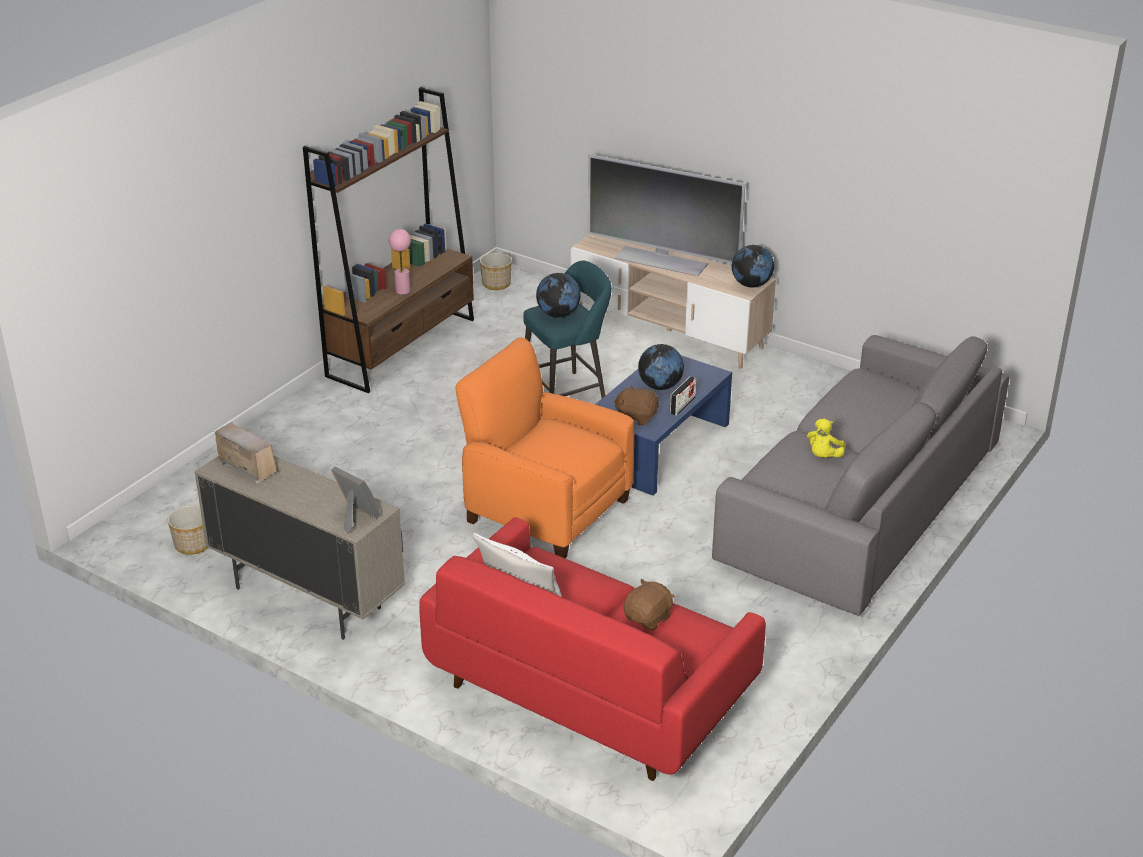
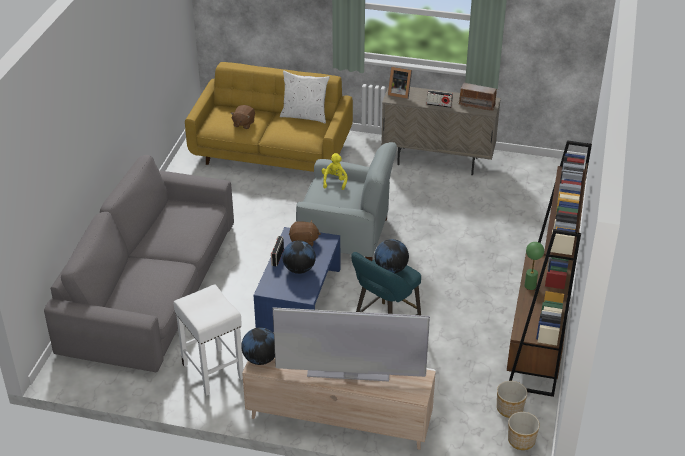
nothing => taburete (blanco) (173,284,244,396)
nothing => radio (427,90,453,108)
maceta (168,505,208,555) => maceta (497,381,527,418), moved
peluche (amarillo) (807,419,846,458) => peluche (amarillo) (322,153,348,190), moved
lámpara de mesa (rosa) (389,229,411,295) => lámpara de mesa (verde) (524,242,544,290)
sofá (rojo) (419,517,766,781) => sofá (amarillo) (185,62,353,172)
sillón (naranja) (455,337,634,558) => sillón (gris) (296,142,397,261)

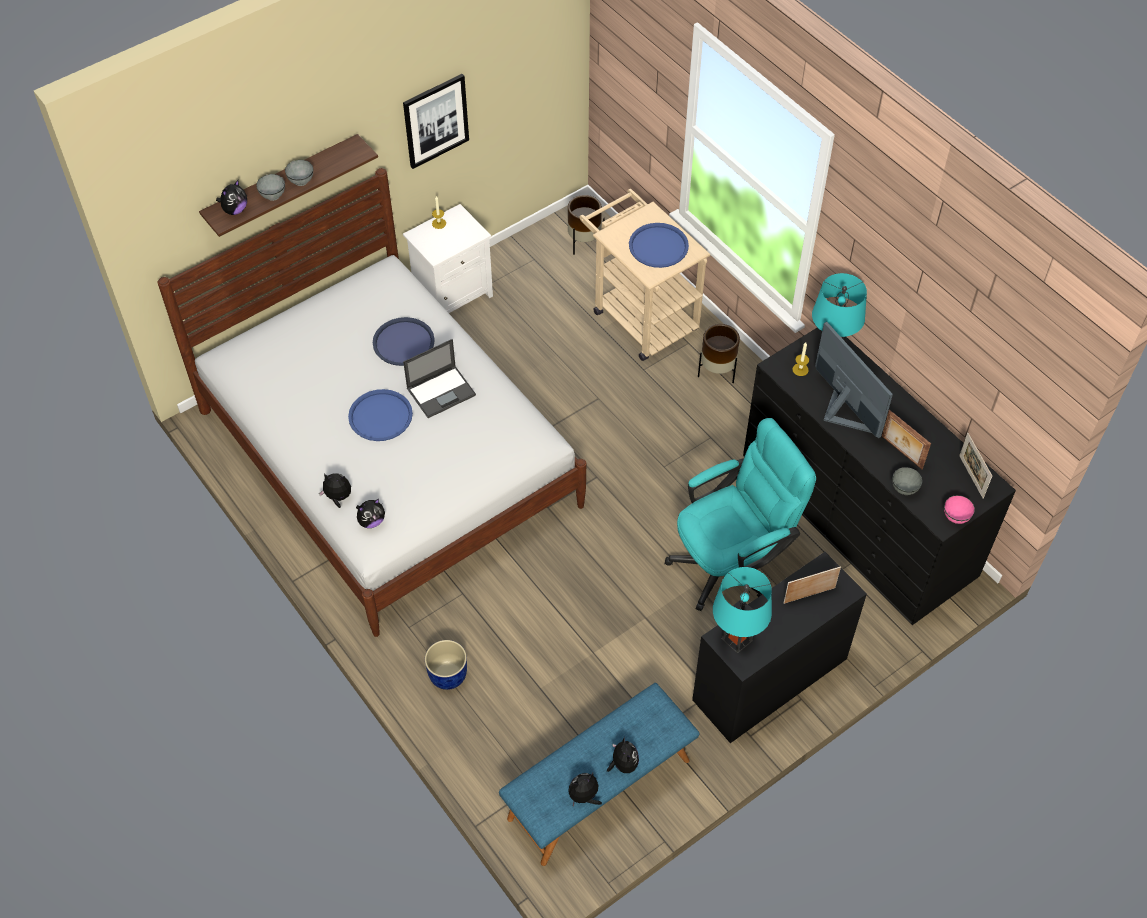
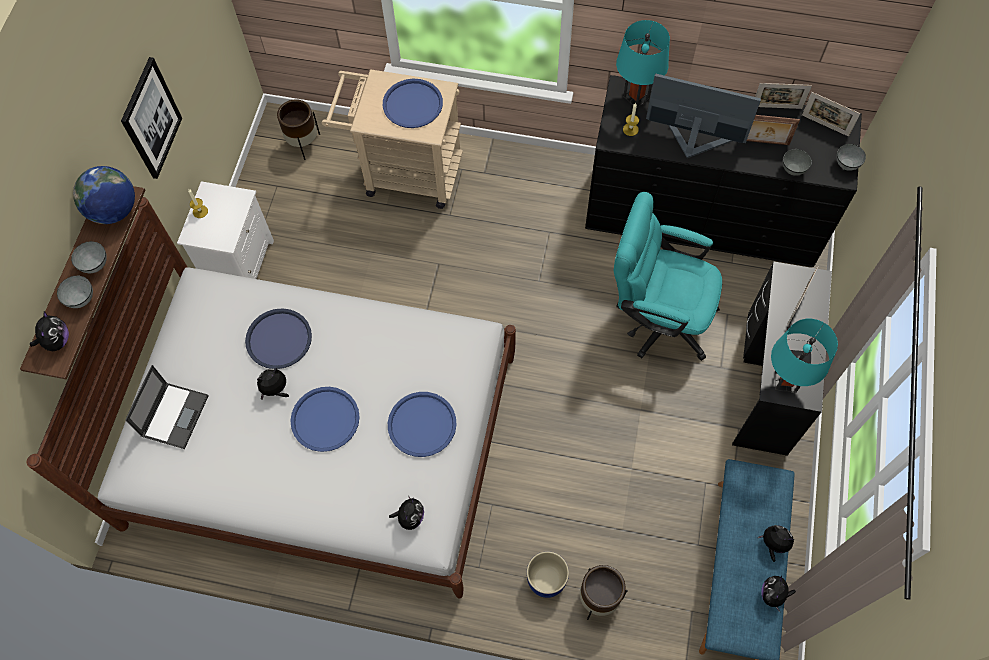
nothing => globo terráqueo (73,166,135,224)
nothing => bandeja (azul) (388,392,457,457)
nothing => portarretratos (755,83,812,109)
peluche (319,473,351,508) => peluche (257,368,289,400), moved
portátil (403,339,476,418) => portátil (125,365,208,449), moved
maceta (marrón) (698,324,740,383) => maceta (marrón) (580,565,627,620), moved
cuenco (rosa) (944,495,975,524) => cuenco (gris) (836,144,866,171)
silla de oficina (turquesa) (665,418,816,611) => silla de oficina (turquesa) (614,192,722,361), 90 degrees counterclockwise

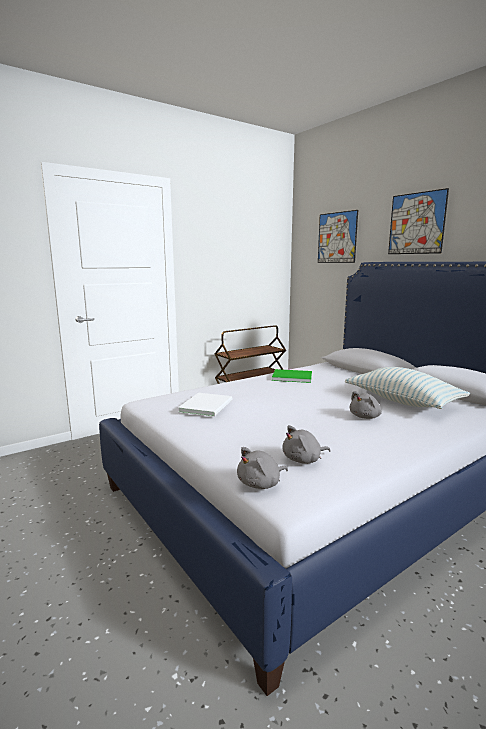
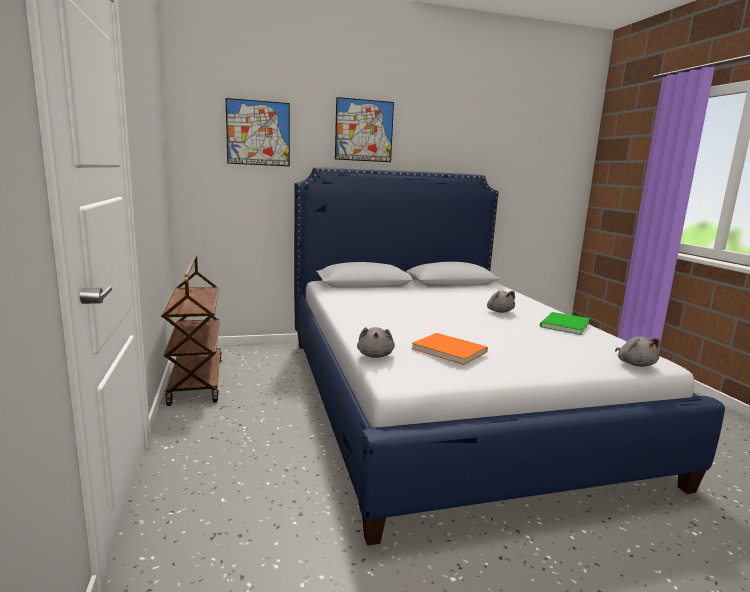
cojín (345,367,470,409) => nothing
libro (verde) (272,369,312,383) => libro (verde) (540,312,590,335), moved
peluche (gris) (282,425,331,464) => peluche (gris) (357,327,395,358), moved
libro (blanco) (178,393,232,417) => libro (naranja) (411,333,488,365)

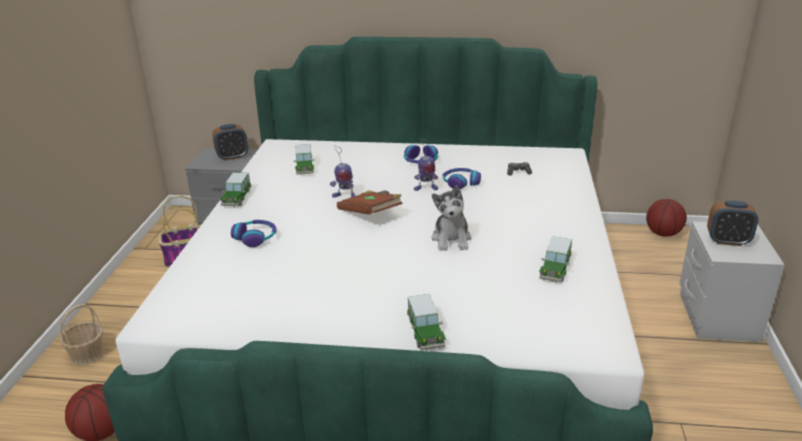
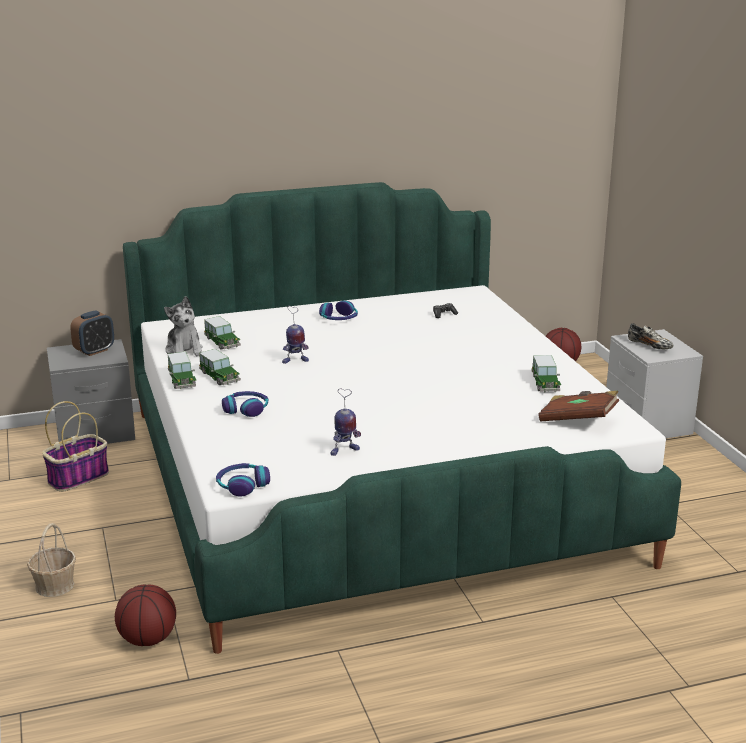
libro (marrón) (337,190,403,215) => libro (marrón) (538,391,619,422), moved
coche de juguete (407,294,446,351) => coche de juguete (199,349,241,385), moved
robot de juguete (414,140,438,191) => robot de juguete (331,389,361,456), moved
peluche (432,185,472,251) => peluche (164,296,203,357), moved
auriculares (443,168,481,189) => auriculares (216,463,270,497), moved
despertador (707,201,758,246) => zapato (628,323,674,349)

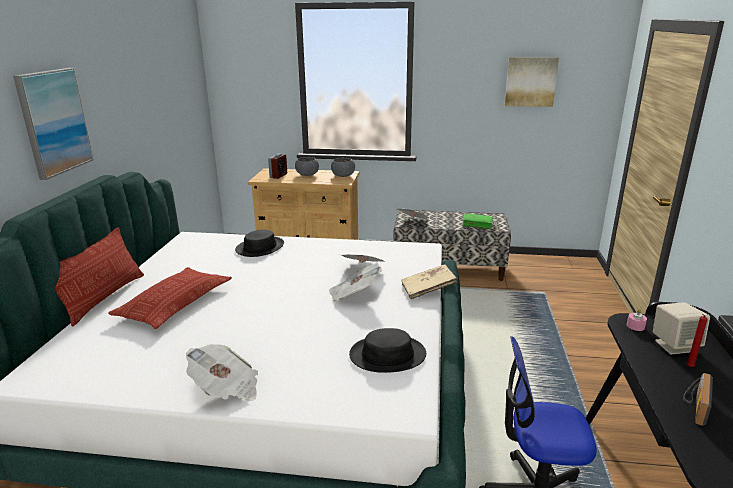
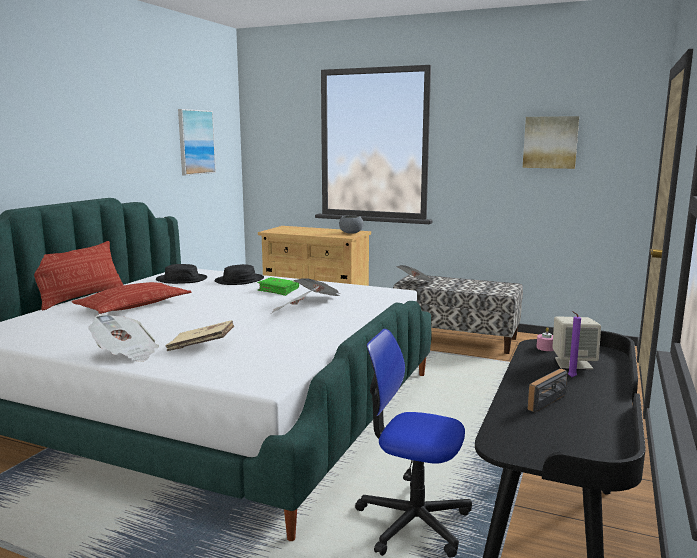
despertador (268,153,287,179) => nothing
cuenco (gris) (295,157,319,176) => nothing
cuadro (13,68,94,180) => cuadro (178,109,216,175), moved
sombrero (negro) (349,328,426,373) => sombrero (negro) (156,264,207,284), moved
libro (beis) (401,264,458,299) => libro (beis) (165,320,234,351), moved
libro (verde) (462,213,493,229) => libro (verde) (257,277,299,296), moved
vela (rojo) (687,314,707,367) => vela (morado) (568,311,581,377)

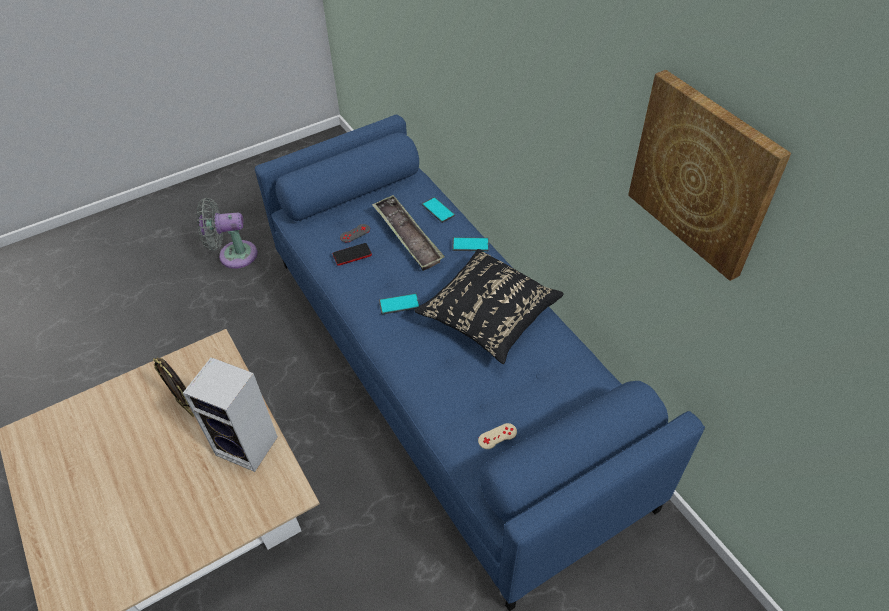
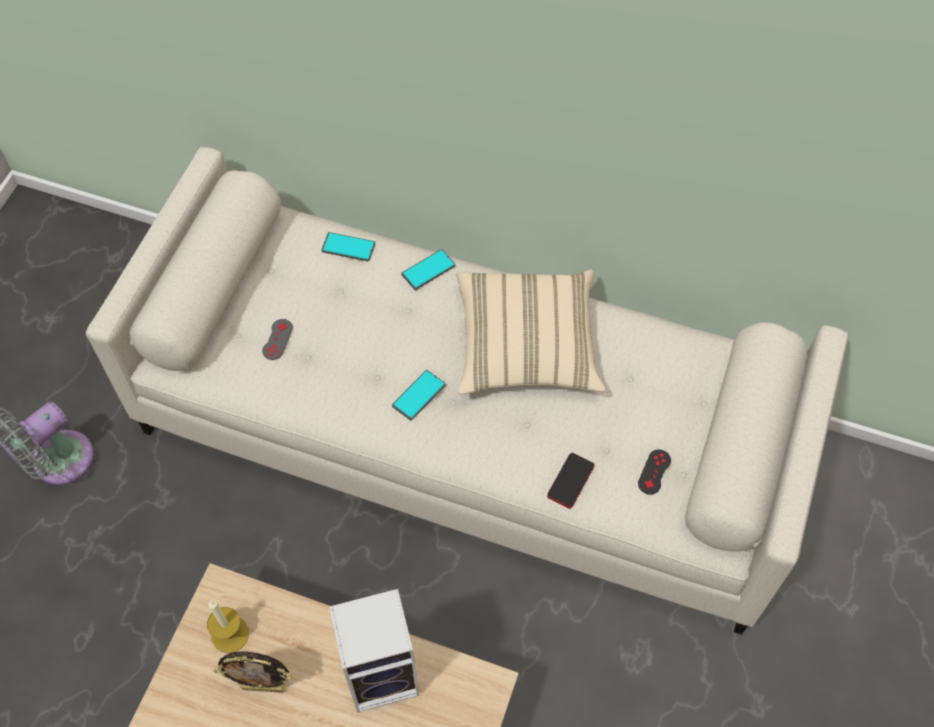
bandeja (372,195,445,271) => nothing
cuadro (628,70,791,281) => nothing
nothing => vela (207,600,249,653)
móvil (333,243,372,266) => móvil (547,453,594,509), moved
sofá (azul) (255,115,705,611) => sofá (beis) (86,147,848,635)
cojín (negro) (414,249,564,364) => cojín (beis) (456,269,606,395)
mando de consola (beis) (478,423,517,449) => mando de consola (negro) (638,449,671,495)

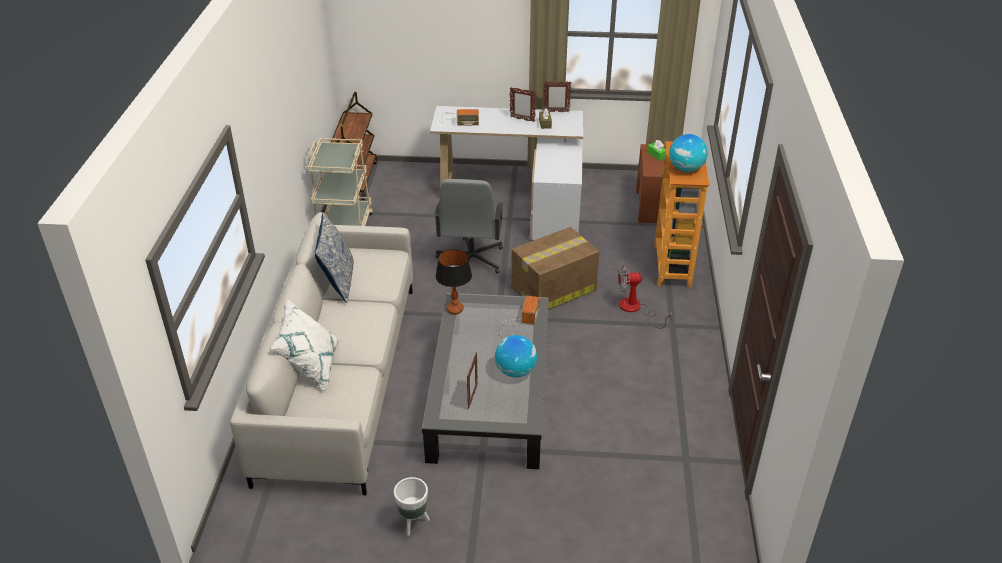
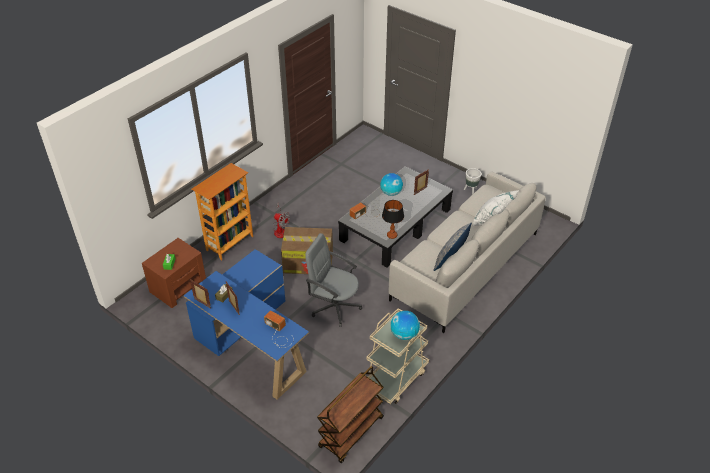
globo terráqueo (669,134,708,172) => globo terráqueo (391,311,420,340), moved
escritorio (blanco) (430,106,584,240) => escritorio (azul) (184,249,309,400)
silla de oficina (gris) (434,179,504,274) => silla de oficina (gris) (305,233,362,327), 105 degrees counterclockwise

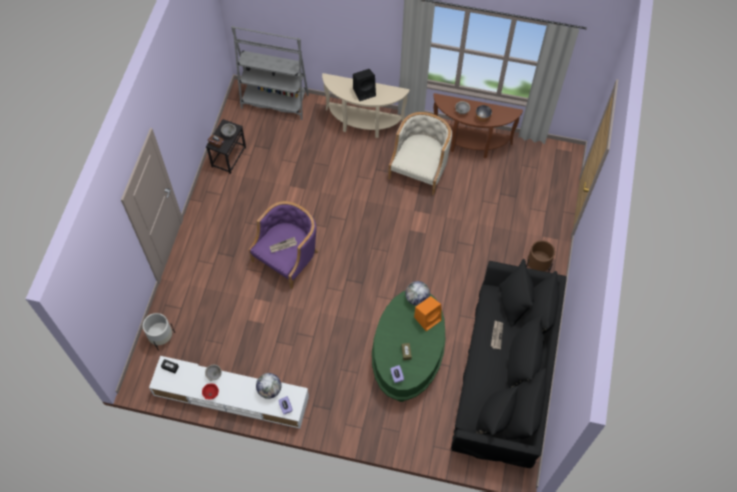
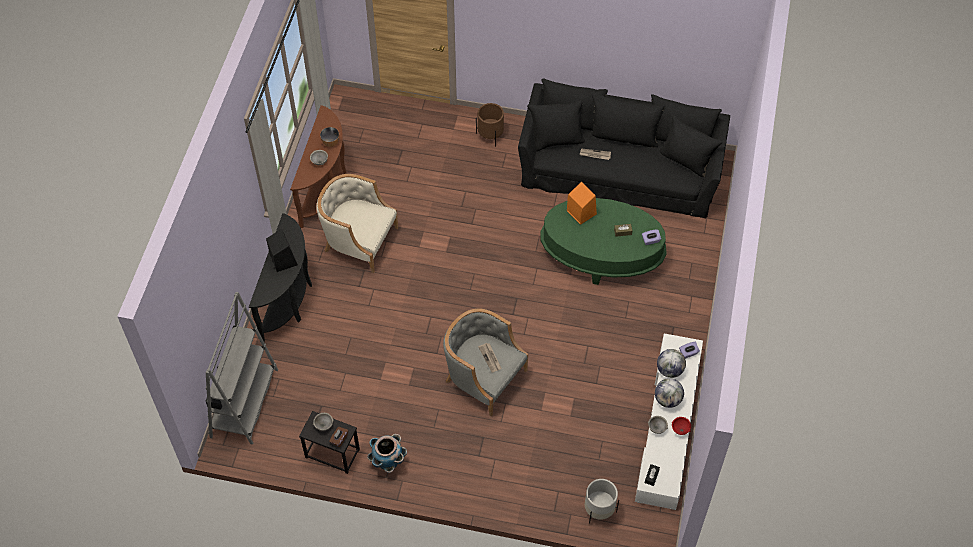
nothing => maceta (367,434,407,473)
globo terráqueo (405,281,430,306) => globo terráqueo (655,378,684,408), moved
sillón (morado) (249,201,318,289) => sillón (gris) (443,308,528,416)
mesa consola (beis) (322,73,410,138) => mesa consola (negro) (249,213,312,342)

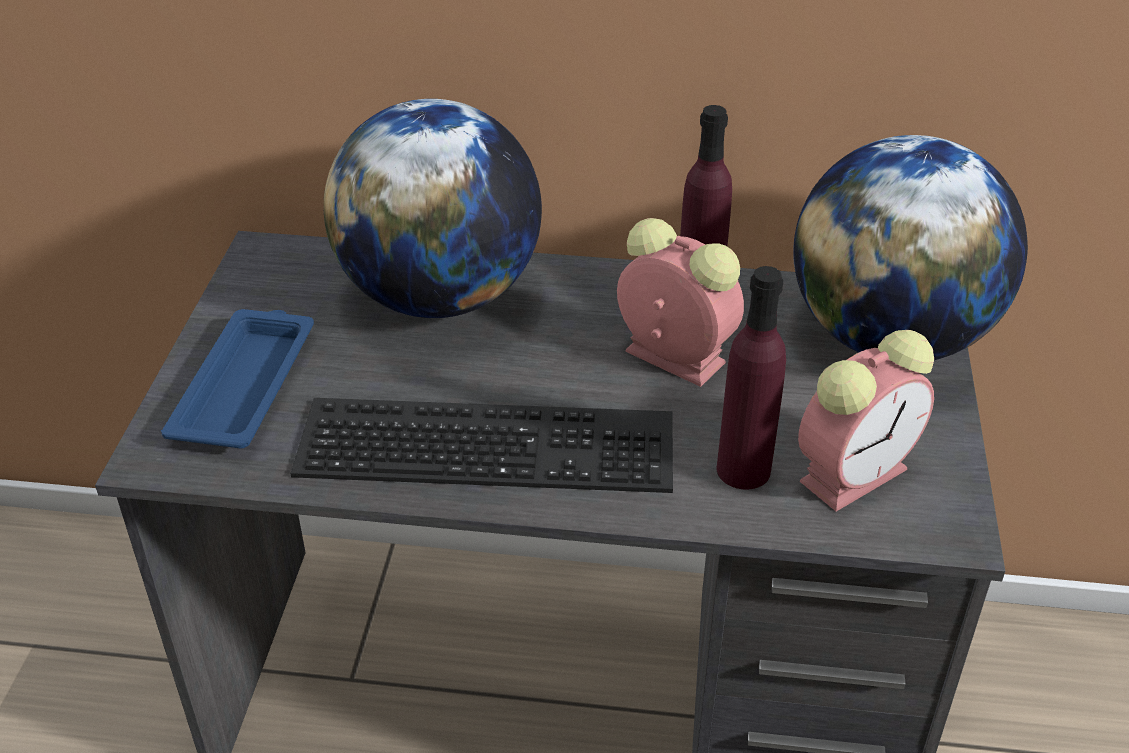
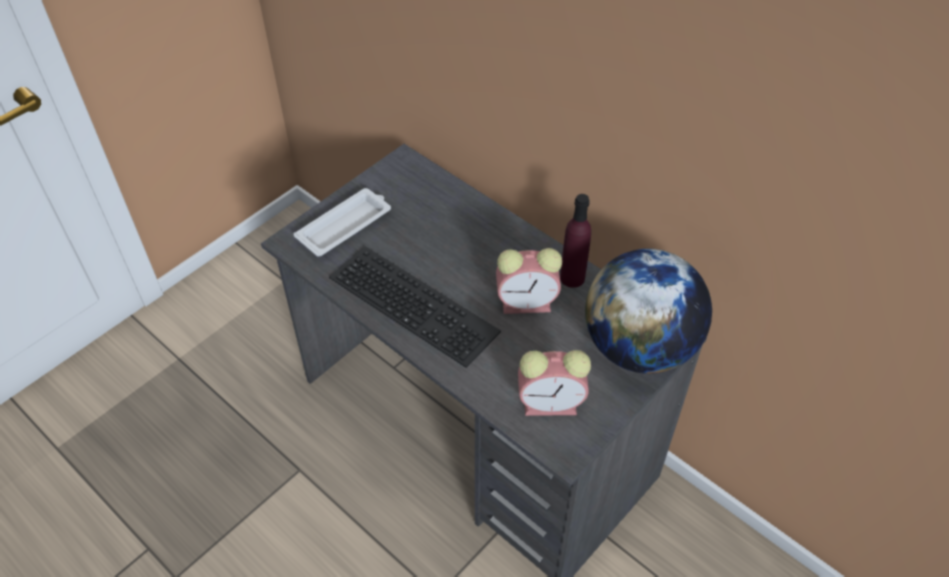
globo terráqueo (324,99,542,318) => nothing
botella (morado) (717,266,786,490) => nothing
bandeja (azul) (161,309,314,448) => bandeja (blanco) (294,188,391,256)
despertador (617,218,744,387) => despertador (496,248,562,314), 105 degrees clockwise

